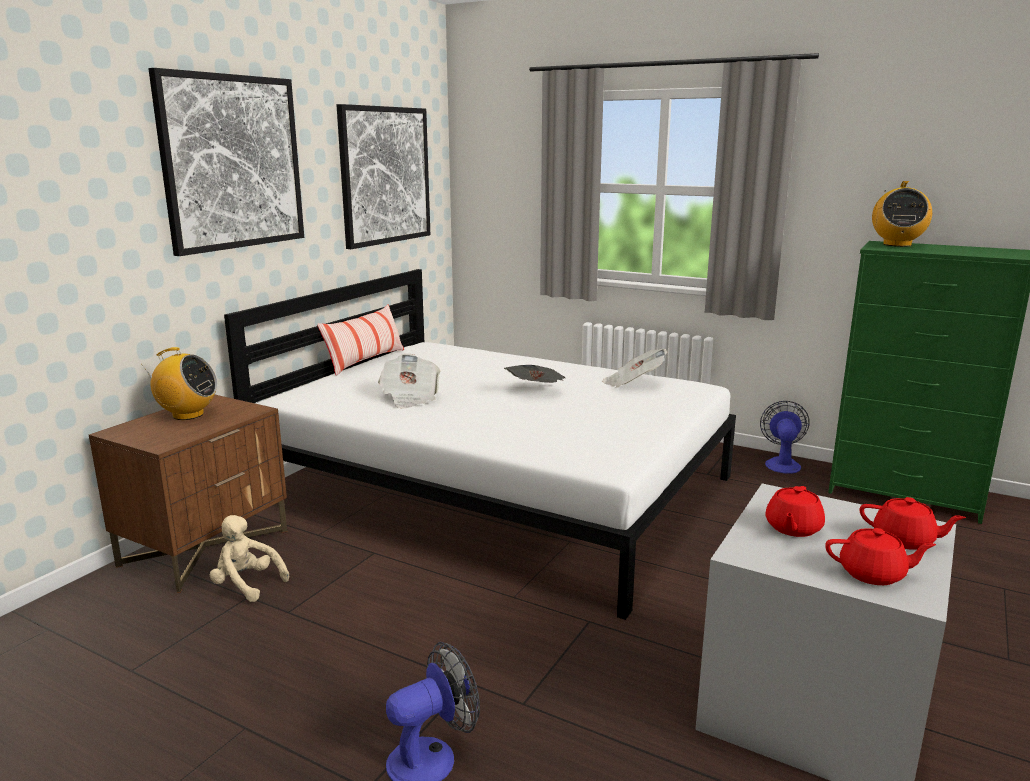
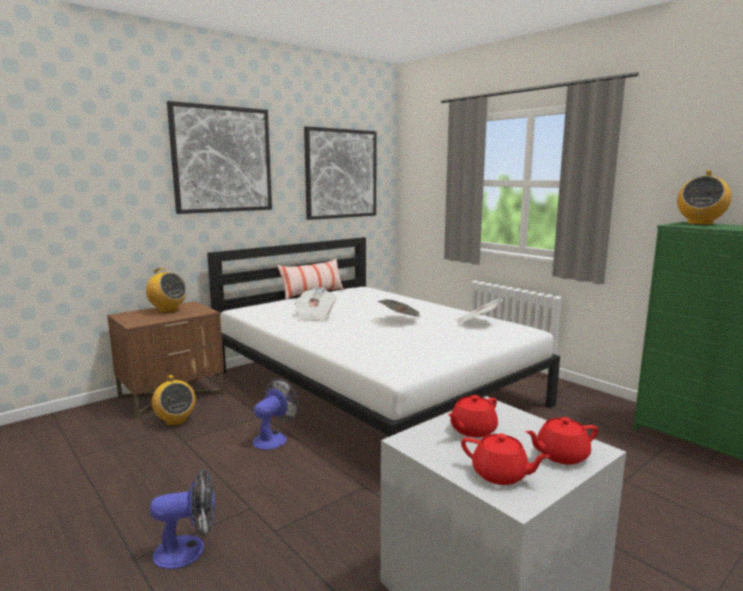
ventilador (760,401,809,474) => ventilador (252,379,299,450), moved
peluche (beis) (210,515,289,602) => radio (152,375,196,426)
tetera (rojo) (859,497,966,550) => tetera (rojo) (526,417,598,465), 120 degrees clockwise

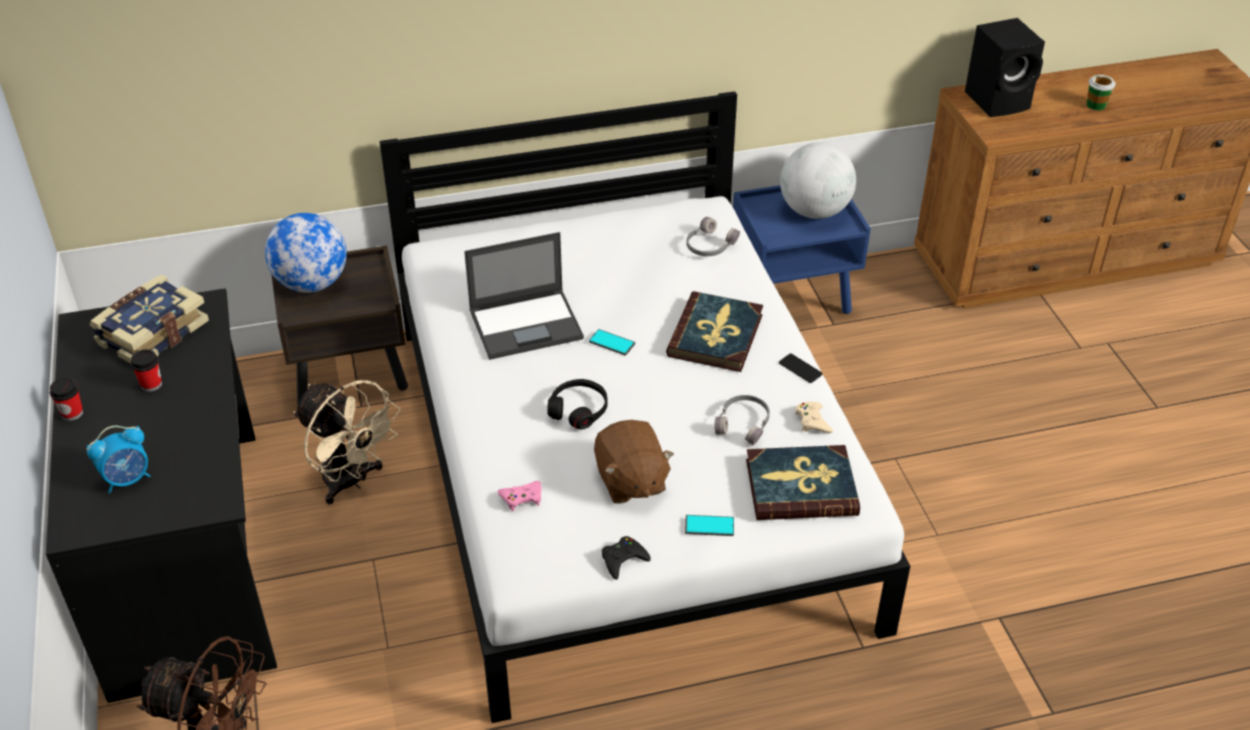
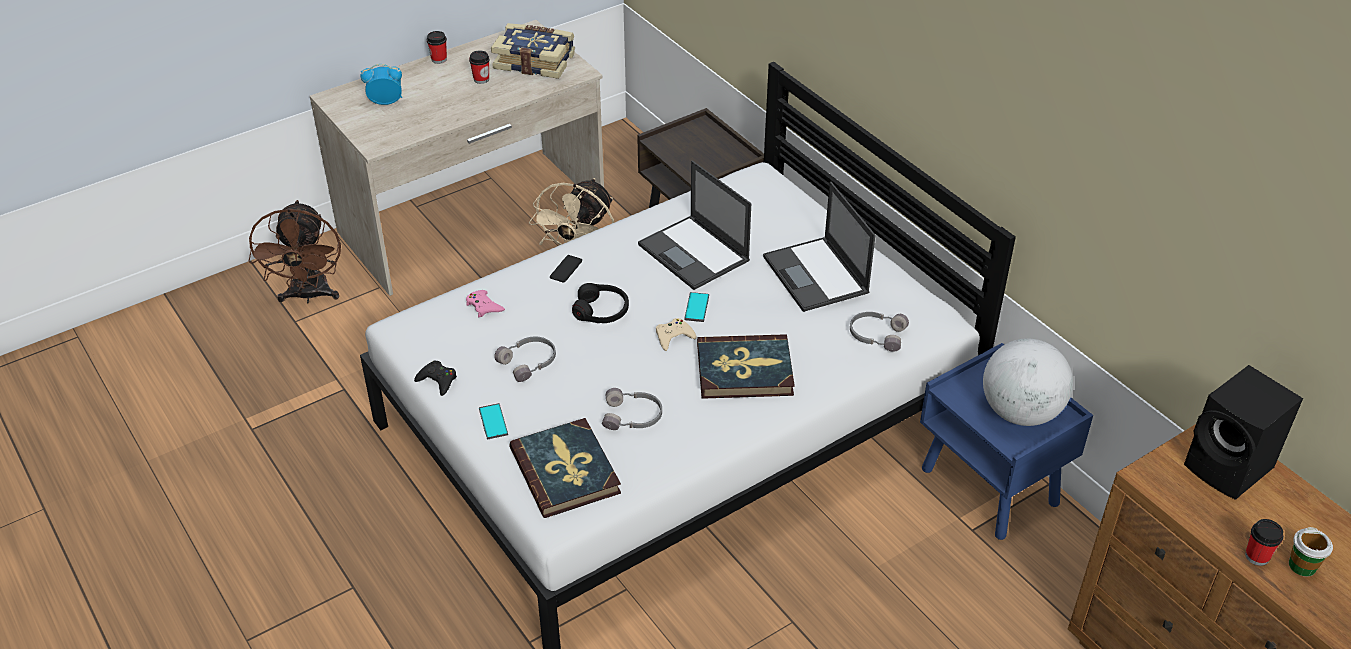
globo terráqueo (265,213,347,293) => nothing
nothing => portátil (763,182,875,312)
nothing => taza (1245,519,1283,566)
móvil (779,353,822,383) => móvil (550,255,582,283), moved
mando de consola (beis) (795,402,833,433) => mando de consola (beis) (656,318,696,351), moved
peluche (marrón) (594,420,674,504) => auriculares (gris) (494,337,556,382)
escritorio (negro) (46,288,277,703) => escritorio (beis) (310,20,604,296)
despertador (86,426,150,493) => despertador (361,64,402,105), 135 degrees clockwise

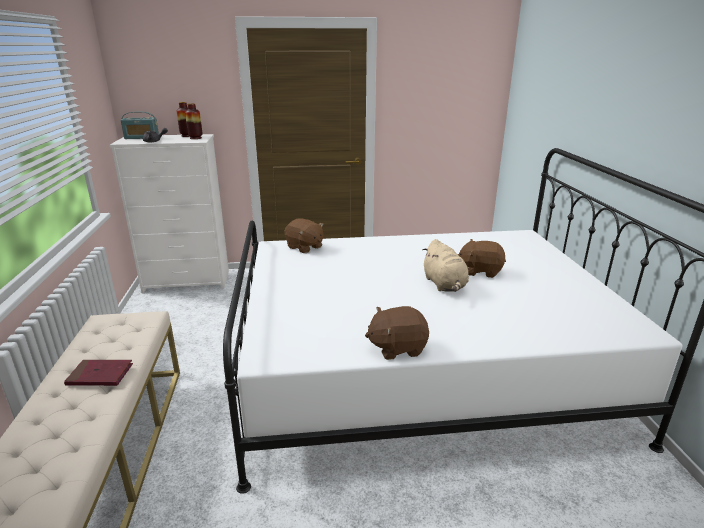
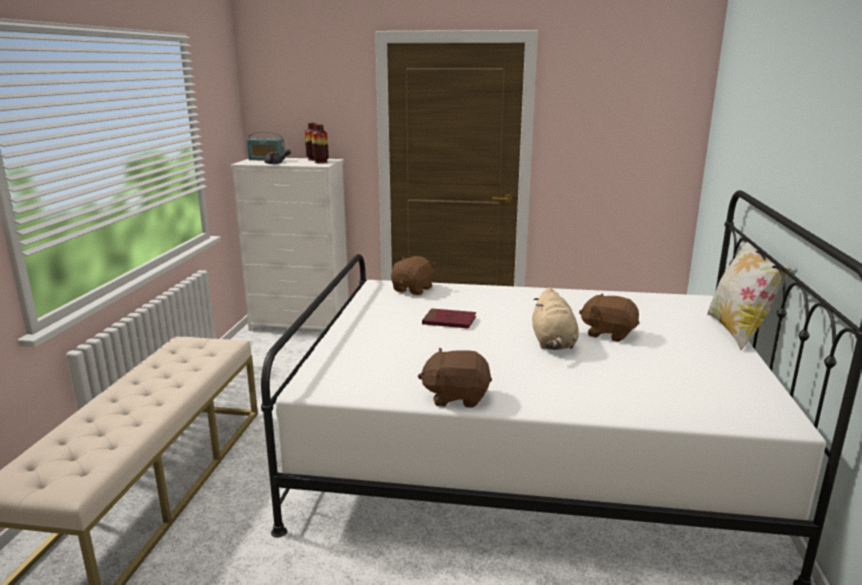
nothing => cojín (707,241,791,350)
libro (rojo) (64,360,133,386) => libro (rojo) (422,308,476,329), moved
peluche (marrón) (284,218,324,253) => peluche (marrón) (391,256,436,295), 120 degrees counterclockwise

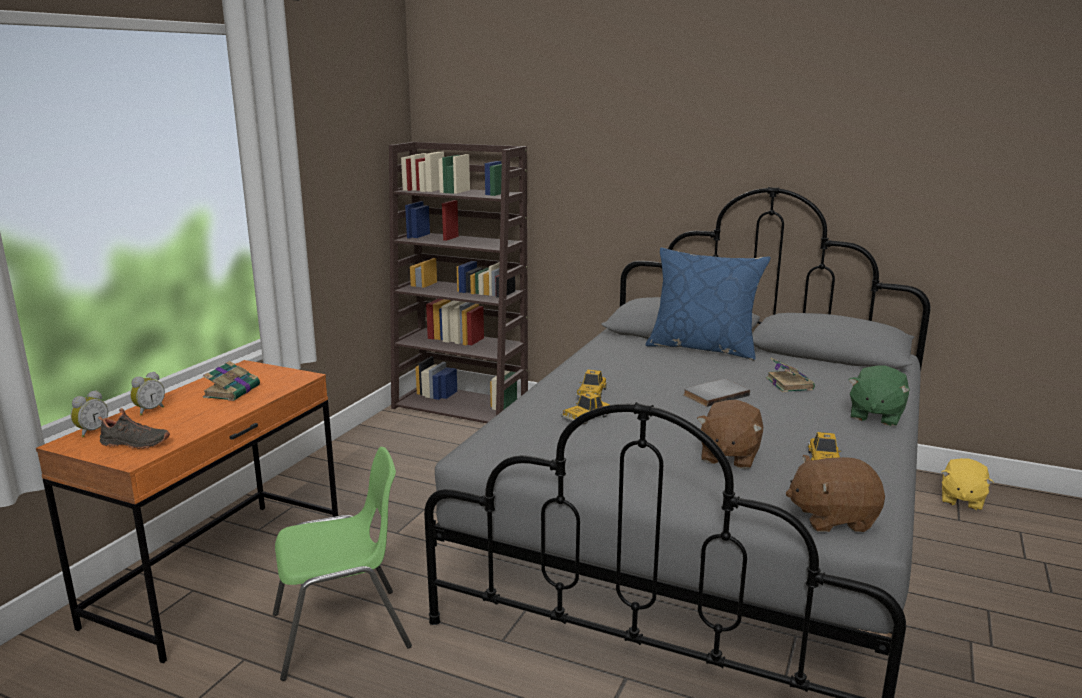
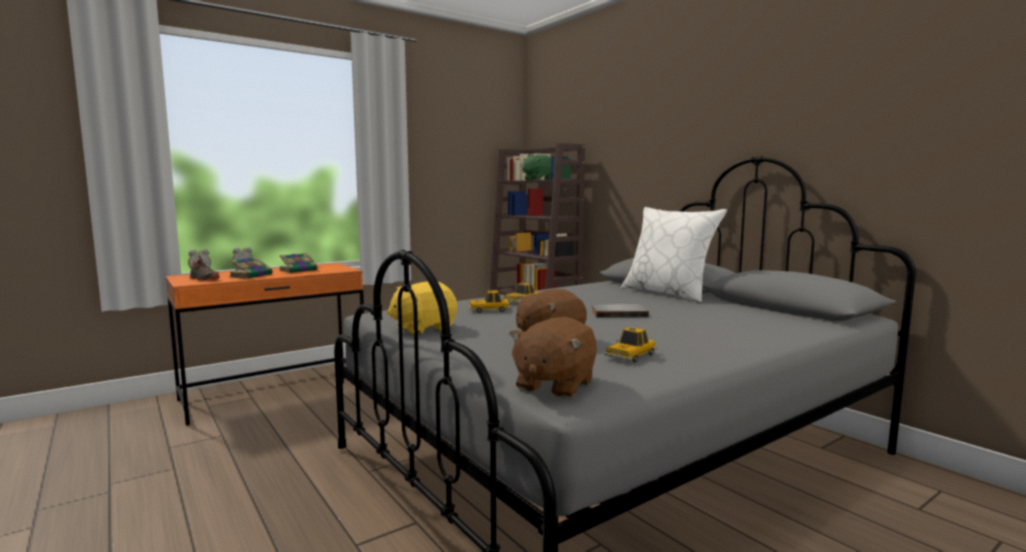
silla (verde) (273,447,412,681) => nothing
libro (766,358,815,392) => libro (229,257,273,279), moved
peluche (verde) (849,366,910,426) => peluche (verde) (522,155,551,180), moved
peluche (amarillo) (941,458,994,511) => peluche (amarillo) (387,282,457,335), moved
cojín (azul) (646,248,771,360) => cojín (blanco) (621,207,727,303)
peluche (marrón) (786,455,885,532) => peluche (marrón) (509,317,597,398), 90 degrees counterclockwise

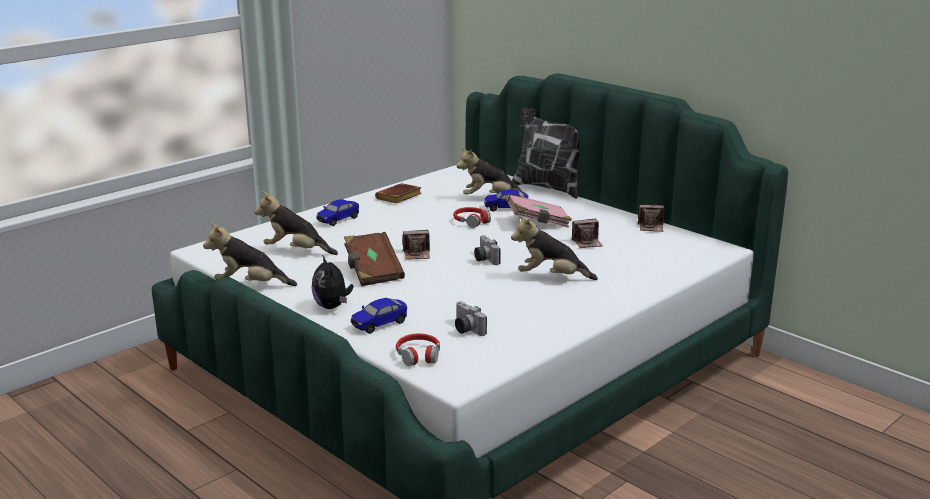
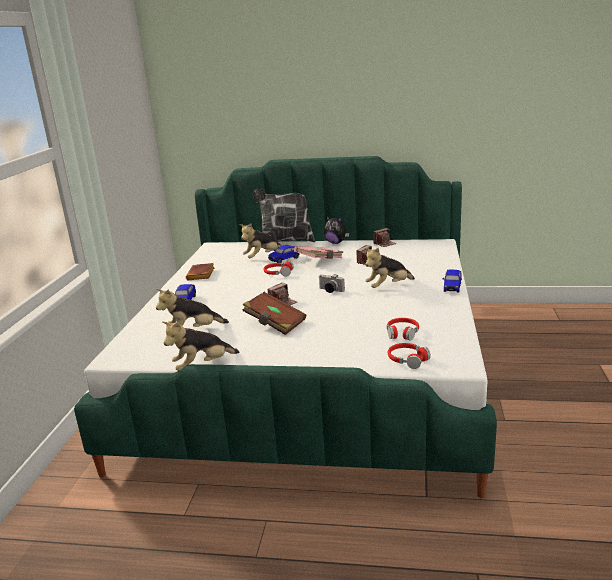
peluche (312,255,353,309) => peluche (324,215,349,244), moved
coche de juguete (351,298,407,334) => coche de juguete (443,270,462,292), moved
cámara (455,302,487,336) => auriculares (rojo) (387,318,419,340)

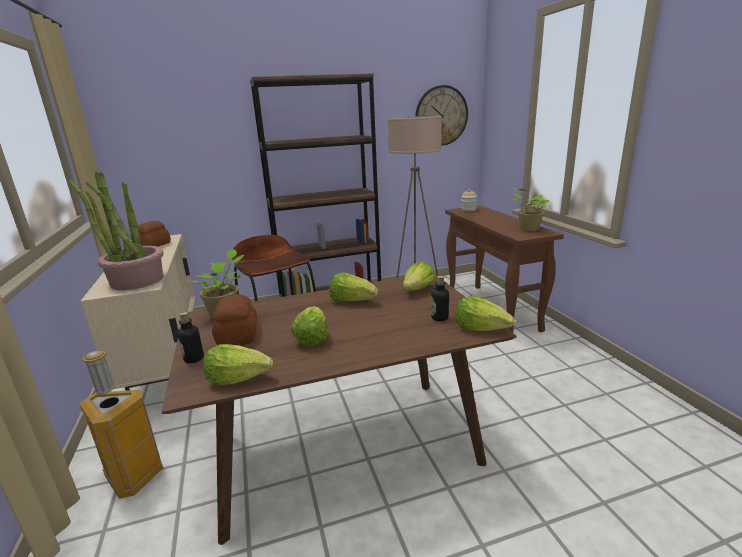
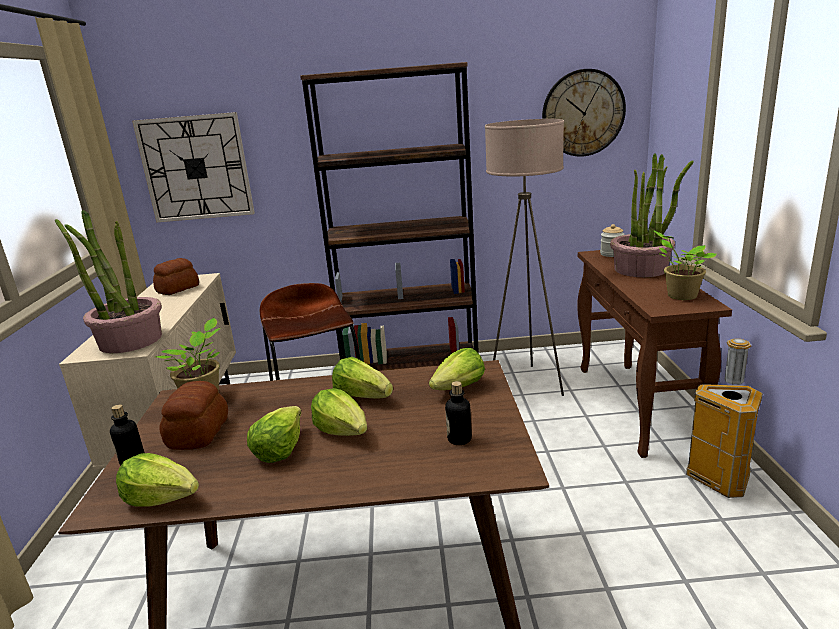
nothing => reloj de pared (132,112,255,223)
nothing => planta en maceta (610,153,694,277)
papelera (79,350,163,499) => papelera (686,339,762,498), moved
lechuga (455,296,515,331) => lechuga (311,388,367,436), moved

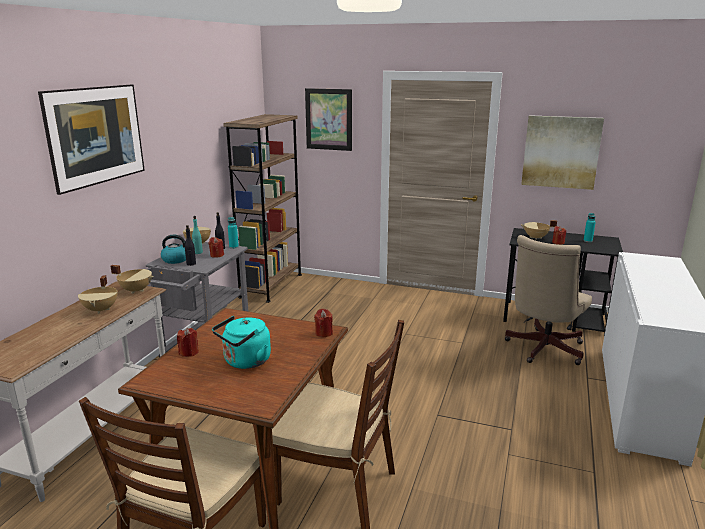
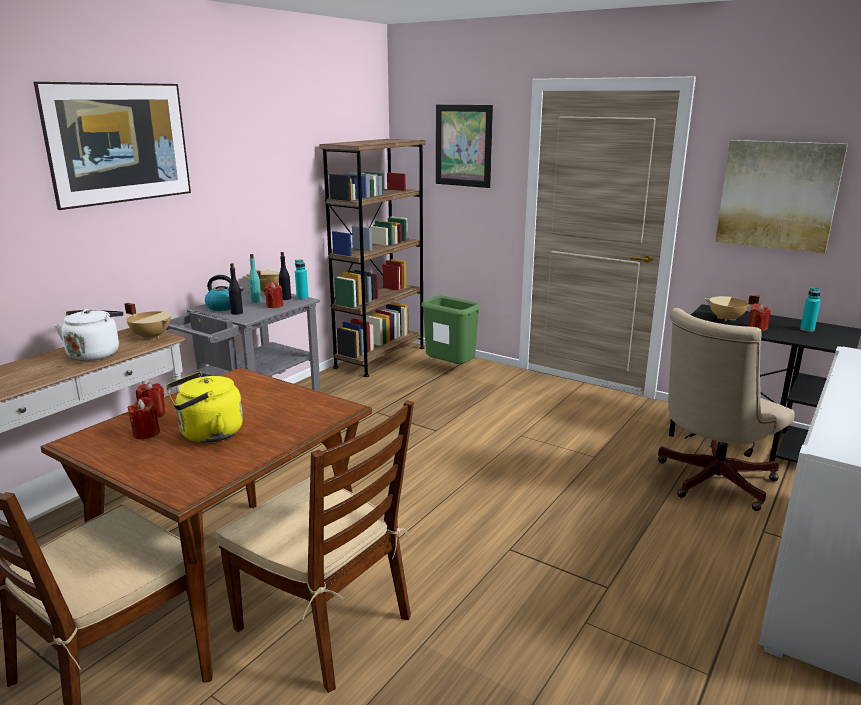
nothing => papelera (verde) (421,296,481,364)
vela (rojo) (314,309,333,337) => vela (rojo) (128,397,160,439), moved
olla (beis) (78,275,118,314) => hervidor (blanco) (55,309,123,361)
hervidor (turquesa) (212,316,271,369) => hervidor (amarillo) (166,372,243,443)

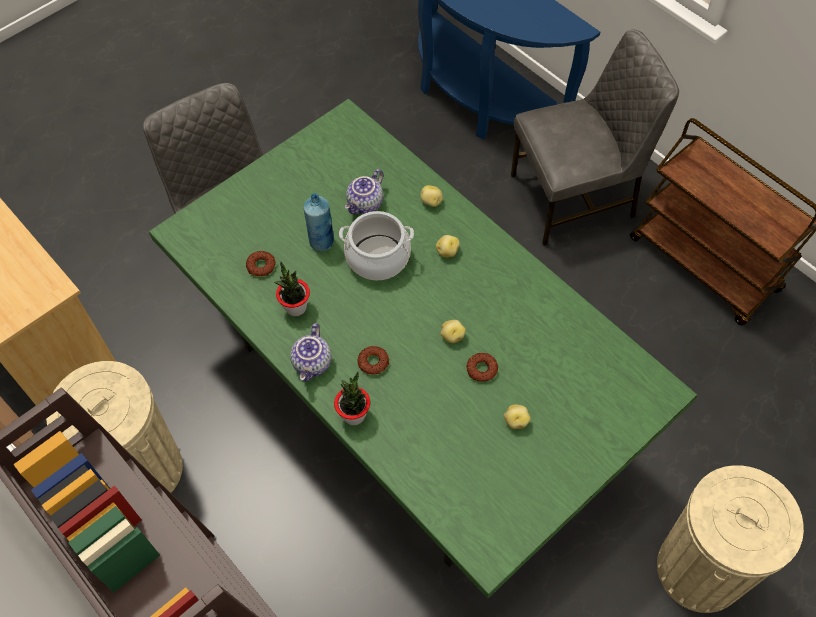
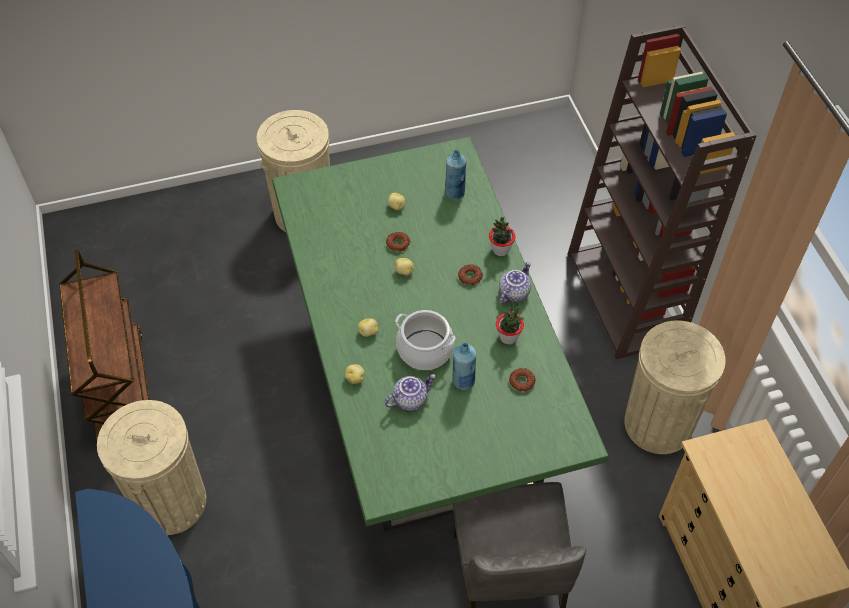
nothing => botella (azul) (445,150,466,200)
silla (gris) (511,30,679,246) => papelera (beis) (97,400,207,535)

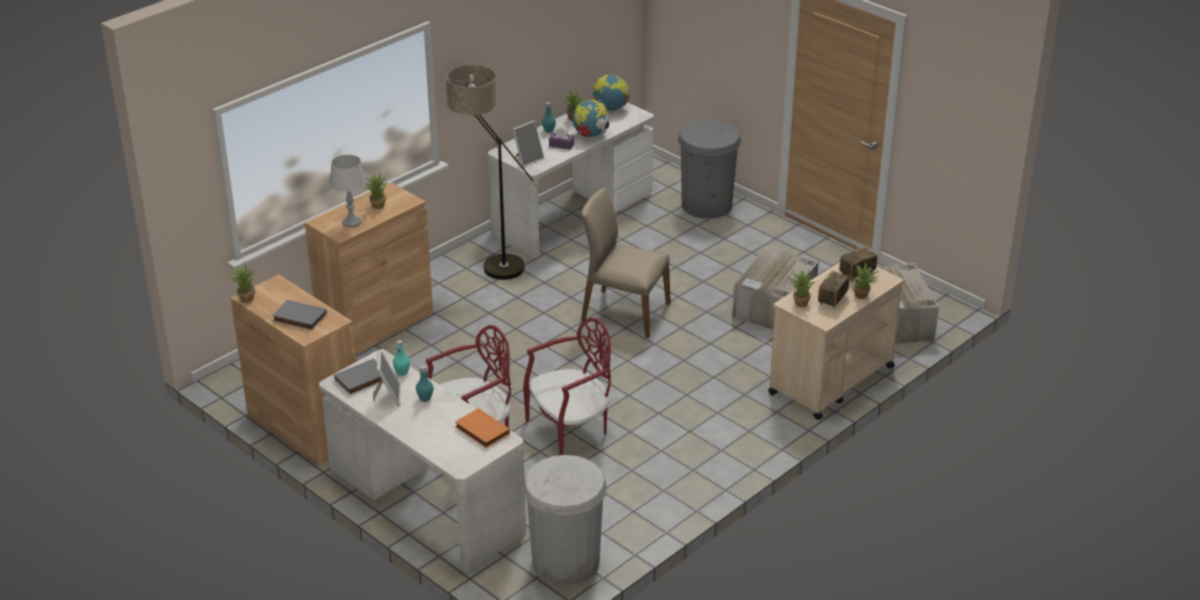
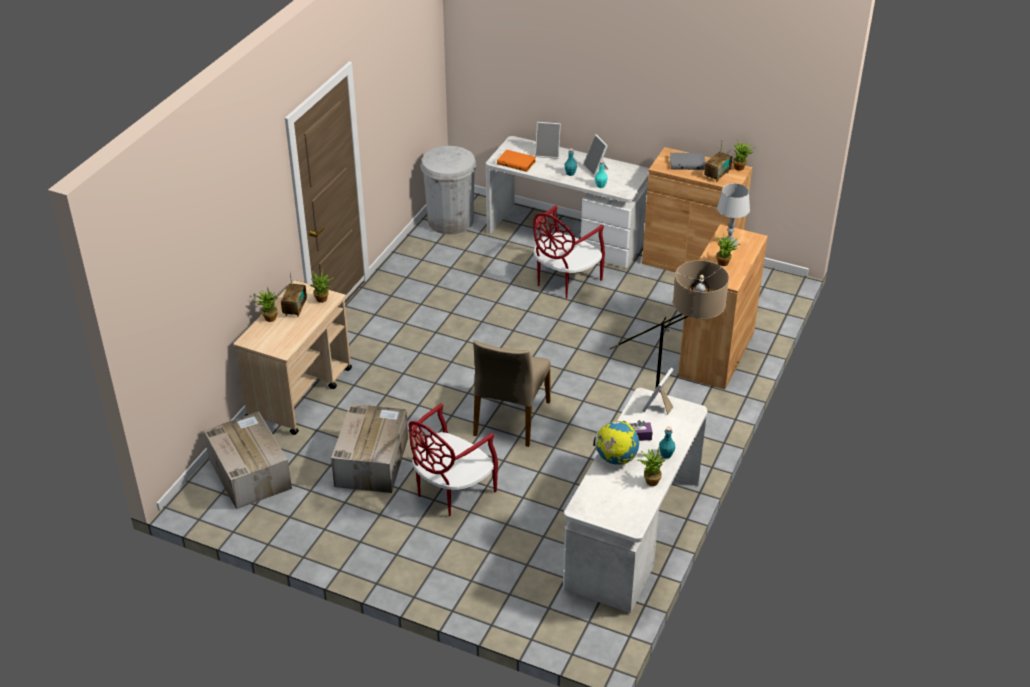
libro (gris) (334,358,381,395) => nothing
globo terráqueo (593,75,629,111) => nothing
papelera (gris) (678,120,741,219) => nothing
nothing => portarretratos (535,122,561,159)
silla (rojo) (523,317,611,455) => silla (rojo) (409,403,498,516), moved
radio (839,244,877,281) => radio (704,142,732,182), moved
silla (beis) (581,188,671,338) => silla (beis) (473,340,551,447), 105 degrees clockwise

